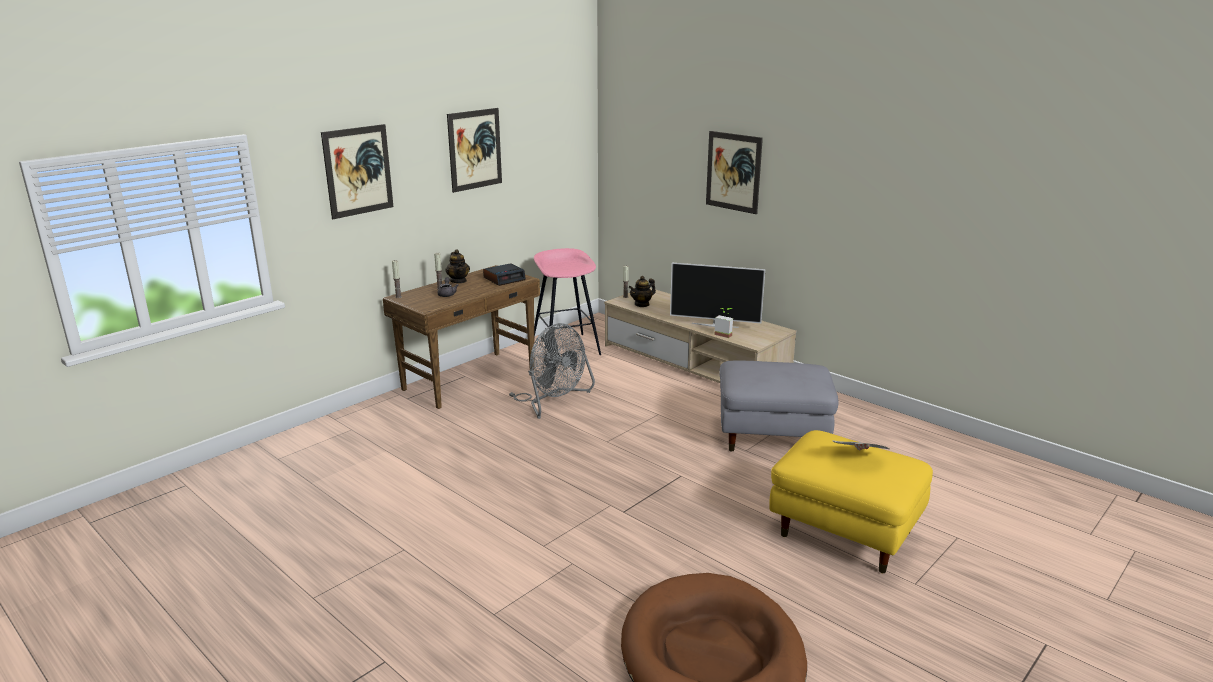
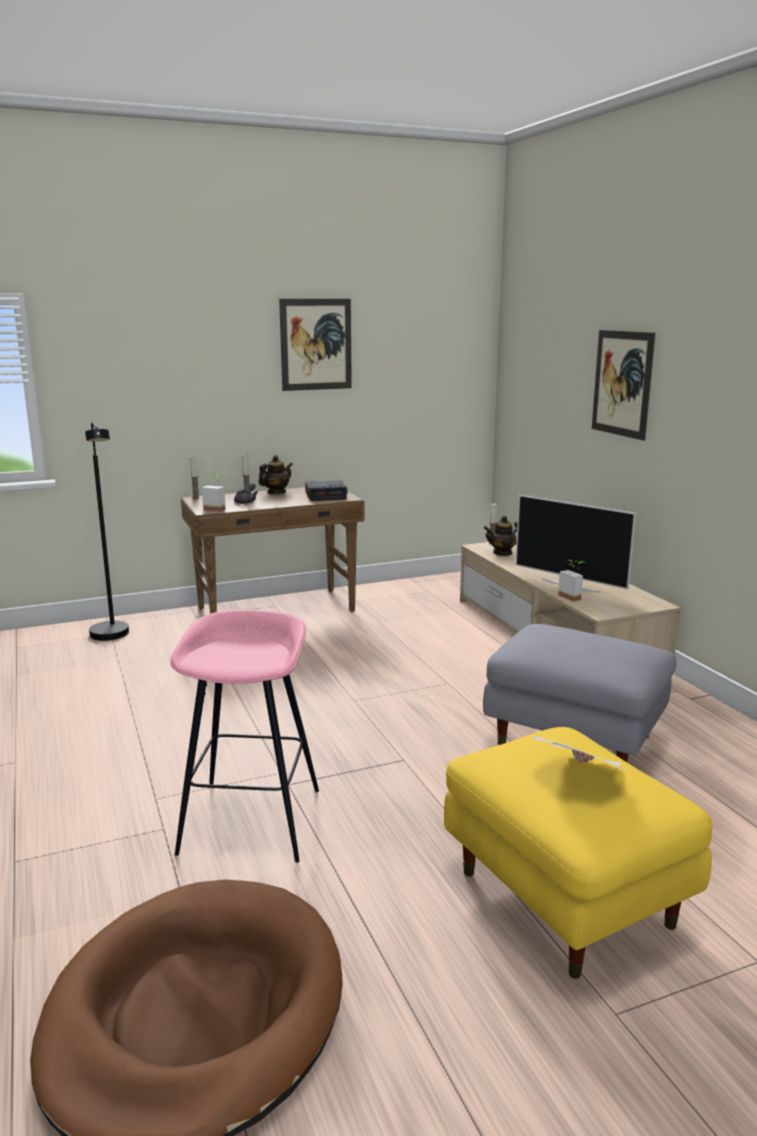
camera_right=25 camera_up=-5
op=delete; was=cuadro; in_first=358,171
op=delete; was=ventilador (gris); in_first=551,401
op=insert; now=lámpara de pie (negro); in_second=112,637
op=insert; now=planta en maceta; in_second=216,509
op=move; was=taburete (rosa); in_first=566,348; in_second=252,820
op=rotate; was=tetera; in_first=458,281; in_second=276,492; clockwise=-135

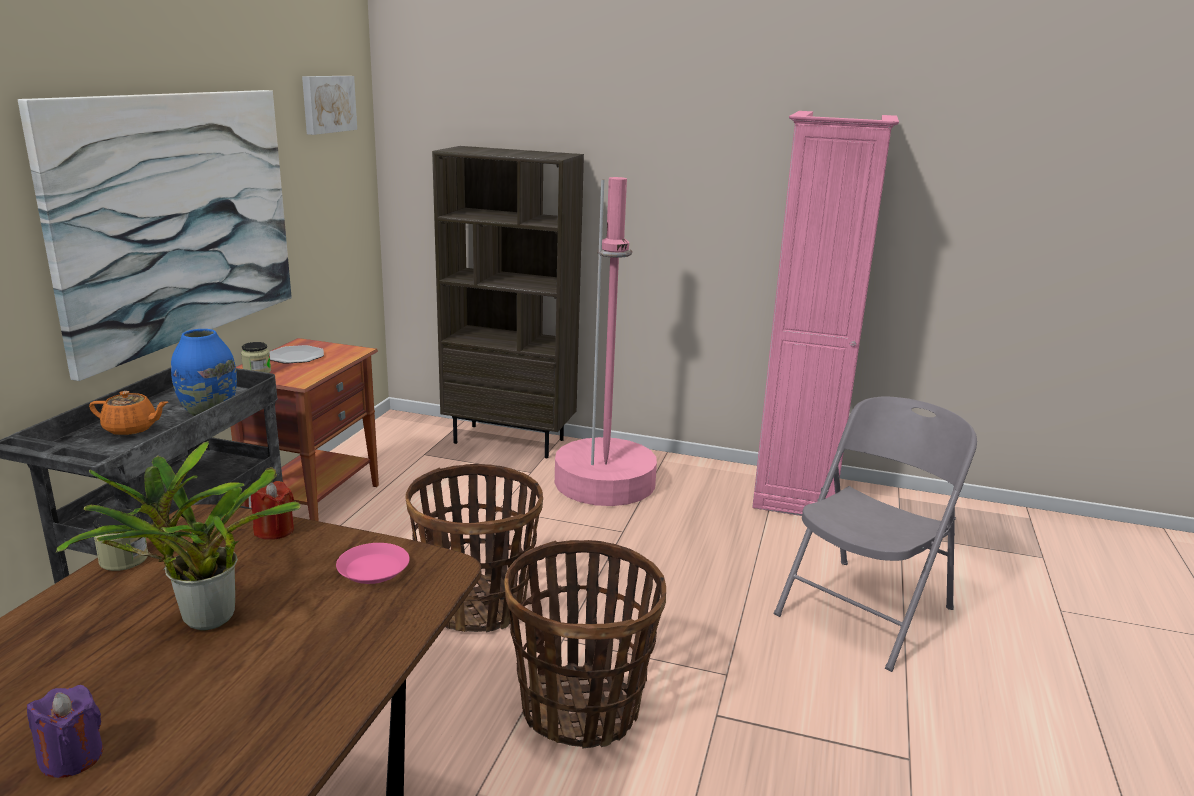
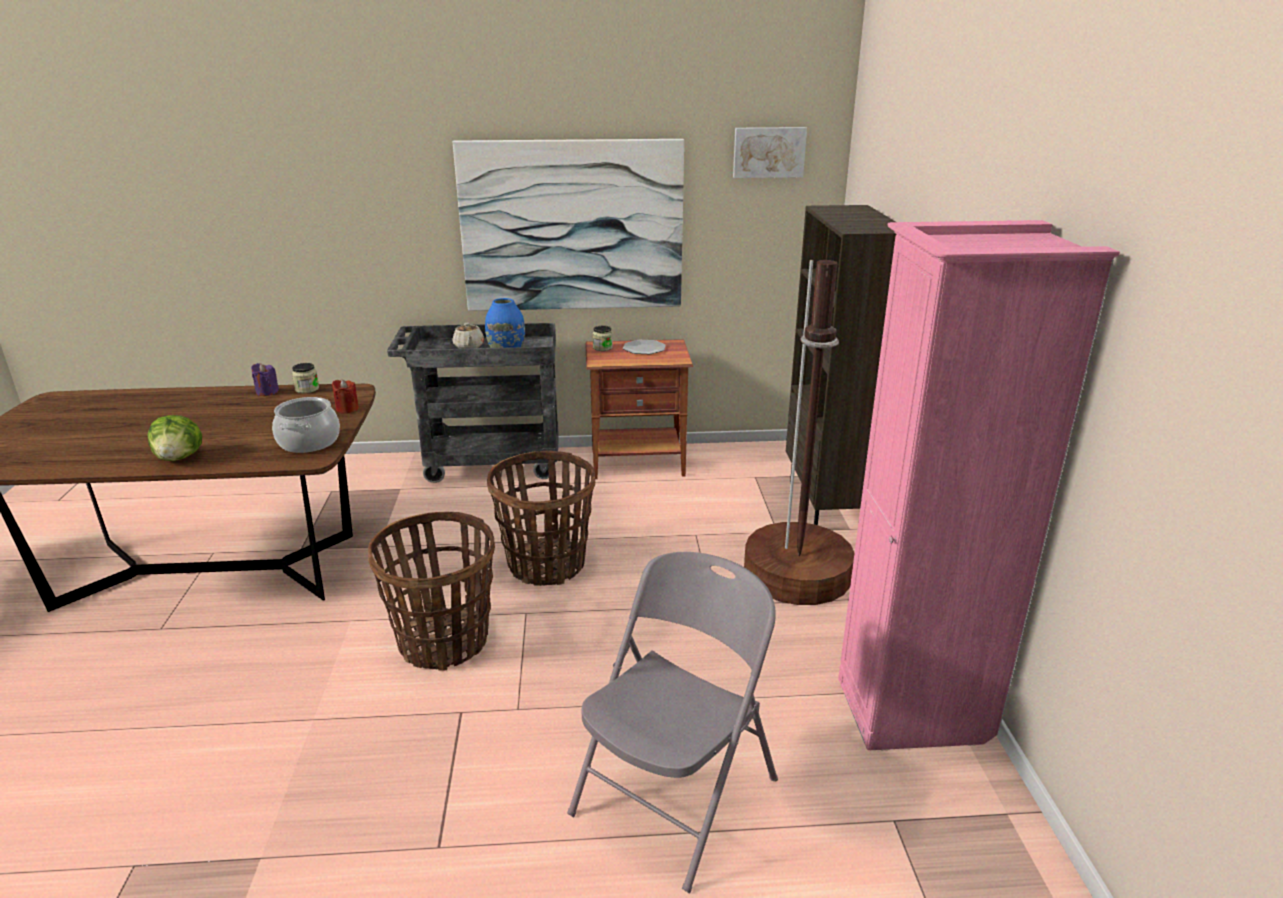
camera_right=70 camera_up=5
op=delete; was=planta en maceta; in_first=201,619
op=insert; now=lechuga; in_second=180,458
op=move; was=vela (morado); in_first=72,757; in_second=267,392
op=replace; was=plato (rosa); now=olla; in_first=373,569; in_second=308,442
op=recolor; was=tetera (naranja); now=tetera (beis); in_first=132,429; in_second=469,347
op=recolor; was=lámpara de pie (rosa); now=lámpara de pie (marrón); in_first=605,483; in_second=797,574
op=rotate; was=silla (gris); in_first=865,612; in_second=675,796; clockwise=-75

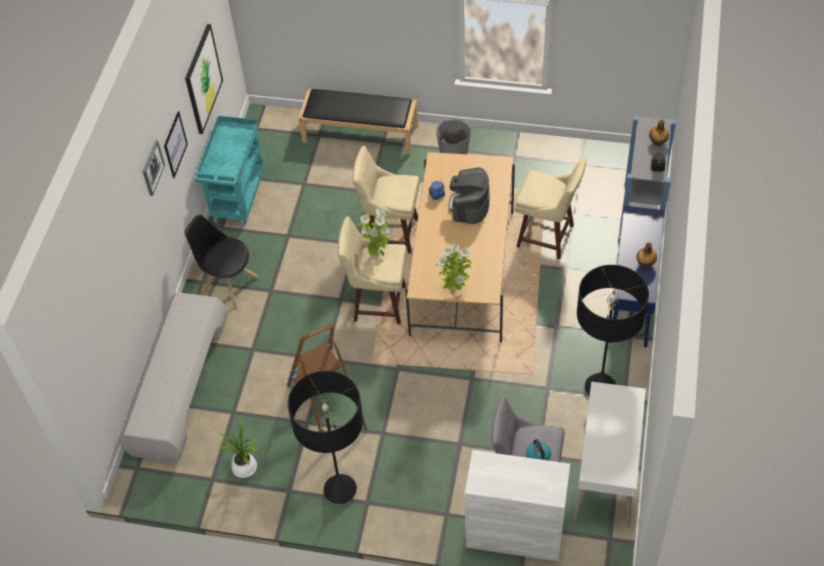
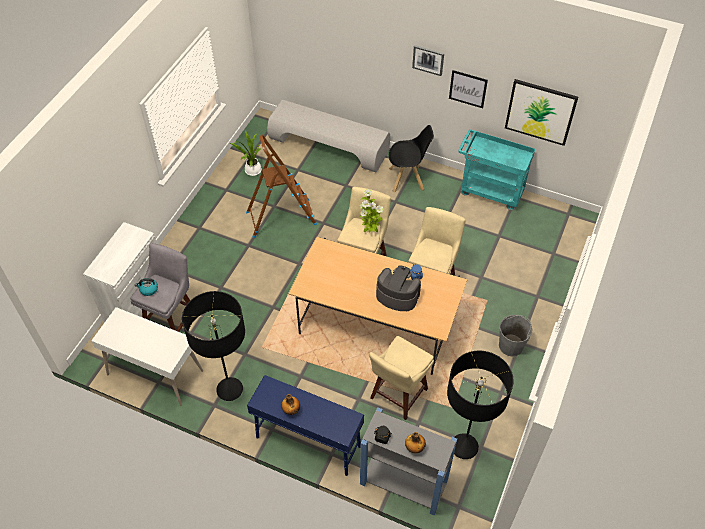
camera_right=100 camera_up=0
op=delete; was=banco (negro); in_first=361,133
op=delete; was=planta en maceta; in_first=455,290
op=move; was=lámpara de pie (negro); in_first=340,491; in_second=464,448
op=rotate; was=silla (negro); in_first=228,285; in_second=407,179; clockwise=45

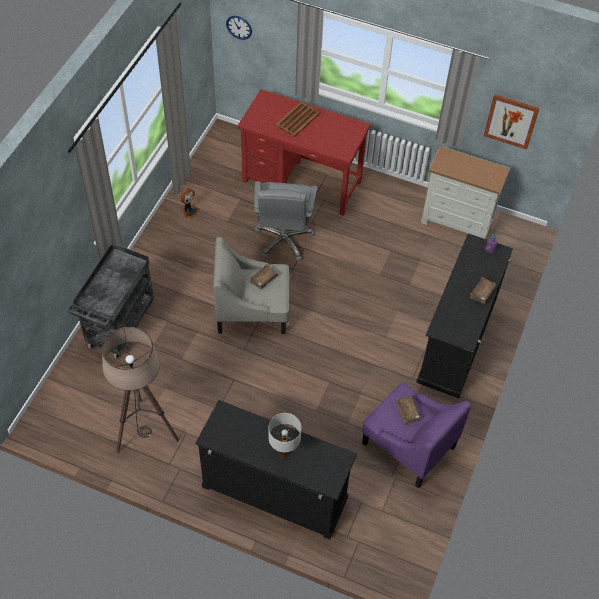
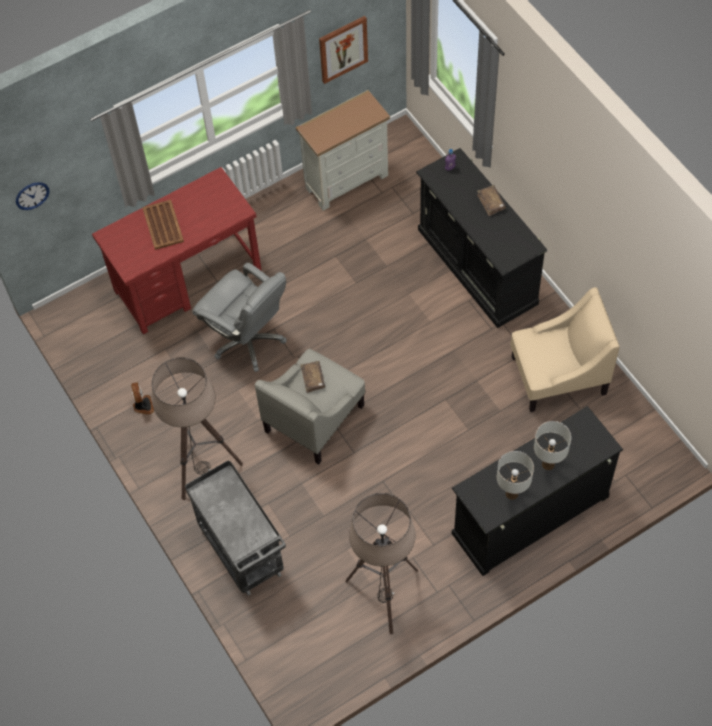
camera_right=-50 camera_up=5
op=delete; was=libro (marrón); in_first=407,411
op=insert; now=lámpara de pie; in_second=202,466
op=insert; now=lámpara de mesa (blanco); in_second=511,494
op=recolor; was=sillón (morado); now=sillón (beis); in_first=407,446; in_second=558,376

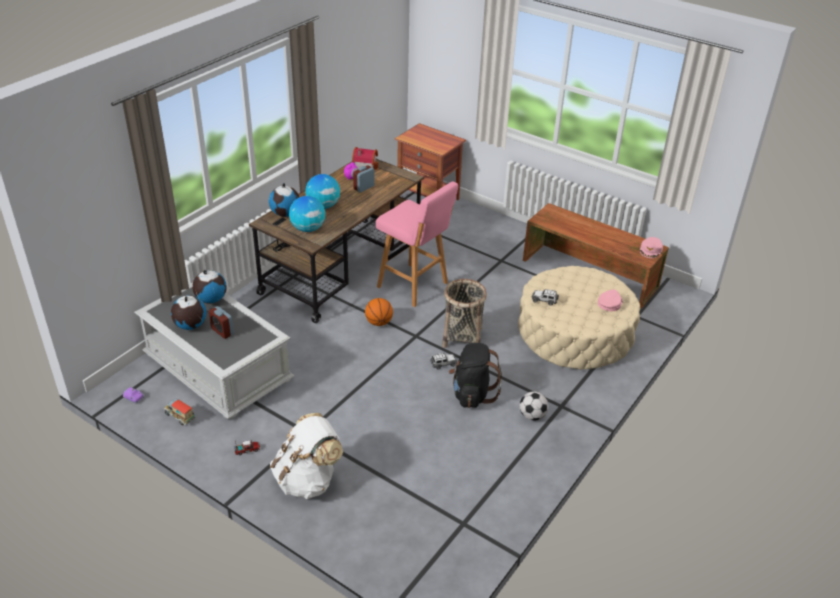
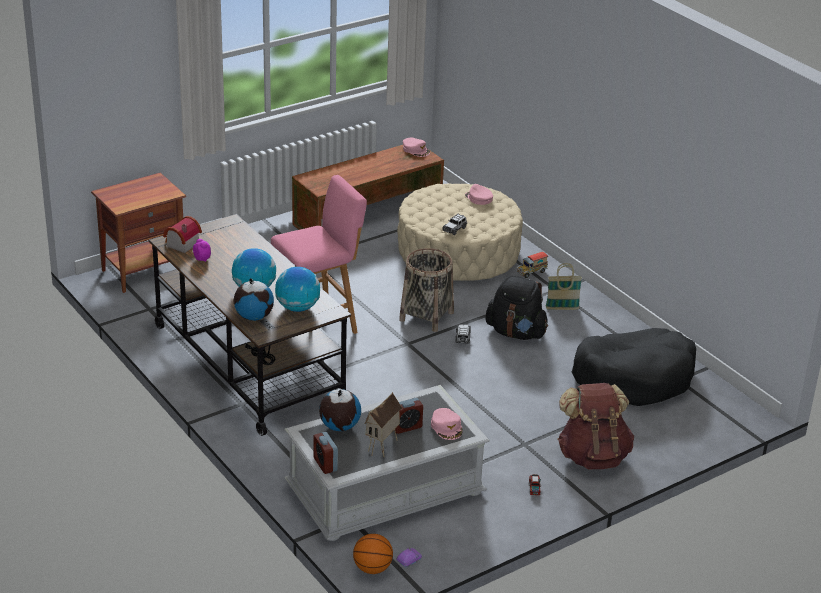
camera_right=-70 camera_up=-5
op=insert; now=gorra (rosa); in_second=447,427
op=insert; now=cama para perro (negro); in_second=634,378
op=move; was=camión de juguete; in_first=180,417; in_second=531,272
op=move; was=despertador; in_first=364,187; in_second=325,464
op=move; was=balón de baloncesto; in_first=379,322; in_second=372,568
op=replace; was=globo terráqueo; now=casita; in_first=190,326; in_second=383,448
op=replace; was=balón de fútbol; now=cesta; in_first=532,416; in_second=562,308
op=recolor; was=mochila (blanco); now=mochila (marrón); in_first=308,480; in_second=593,456

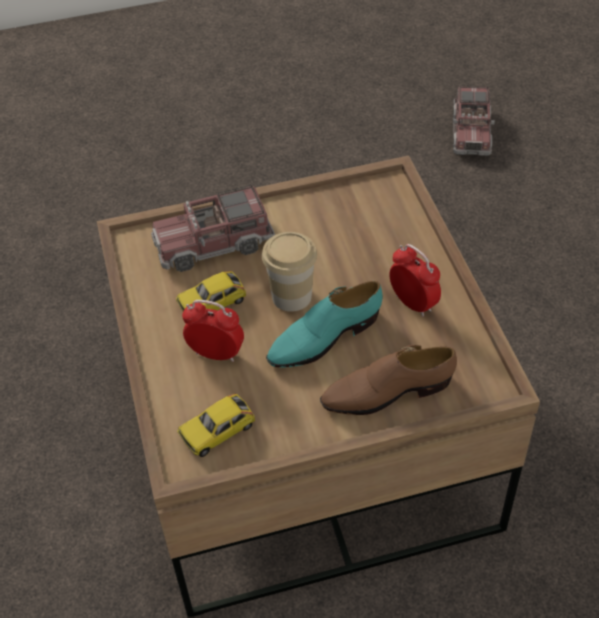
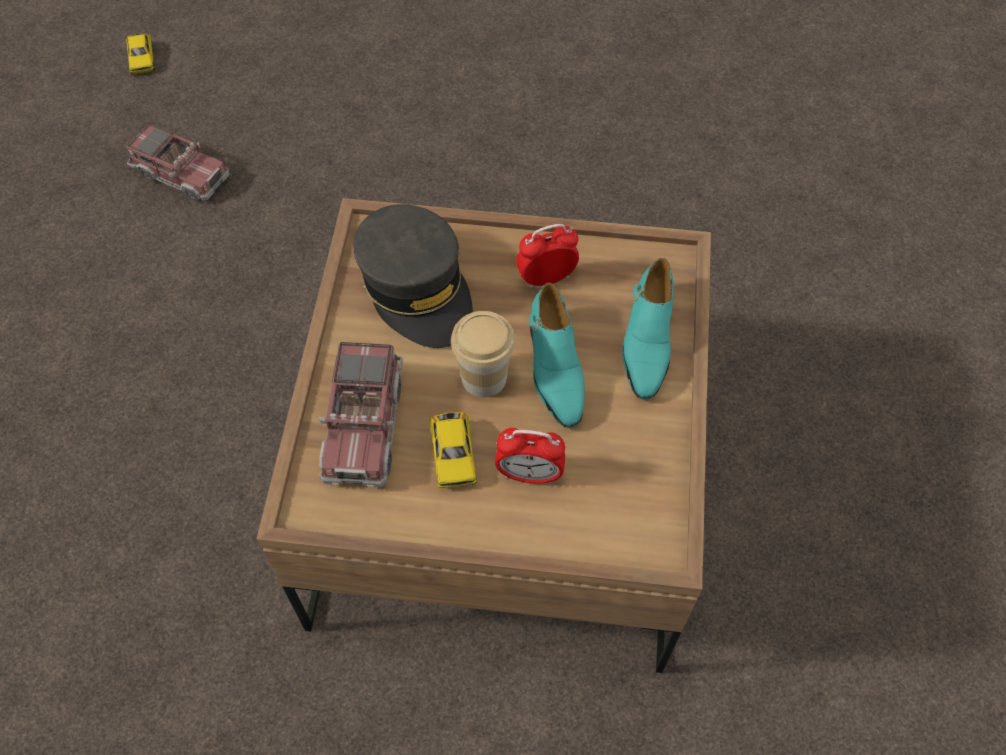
camera_right=-70 camera_up=10
op=insert; now=gorra (gris); in_second=417,288
op=move; was=coche de juguete; in_first=217,430; in_second=142,59
op=recolor; was=zapato (marrón); now=zapato (turquesa); in_first=386,392; in_second=646,342
op=rotate; was=despertador; in_first=216,353; in_second=529,474; clockwise=-120

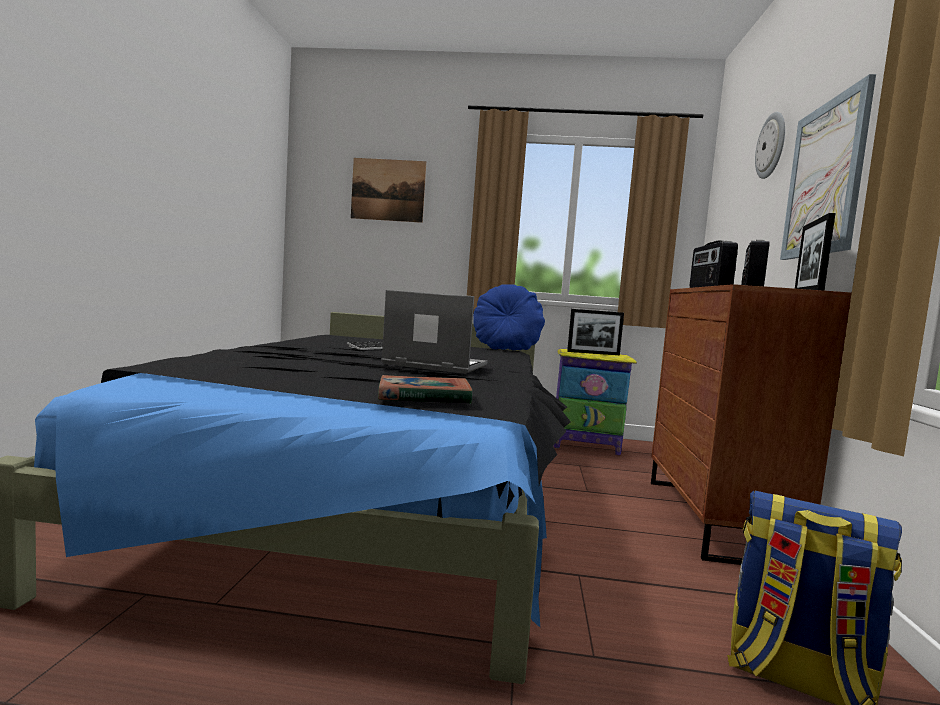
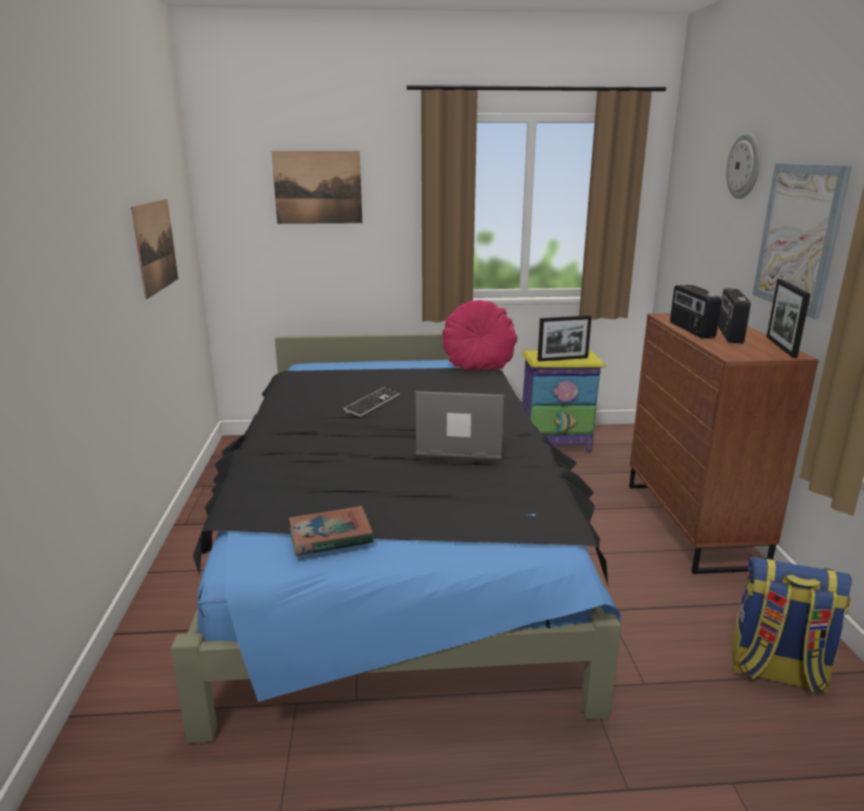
camera_right=-10 camera_up=15
op=insert; now=cuadro; in_second=155,246
op=move; was=libro; in_first=424,397; in_second=330,536
op=recolor; was=cojín (azul); now=cojín (rosa); in_first=506,349; in_second=478,368

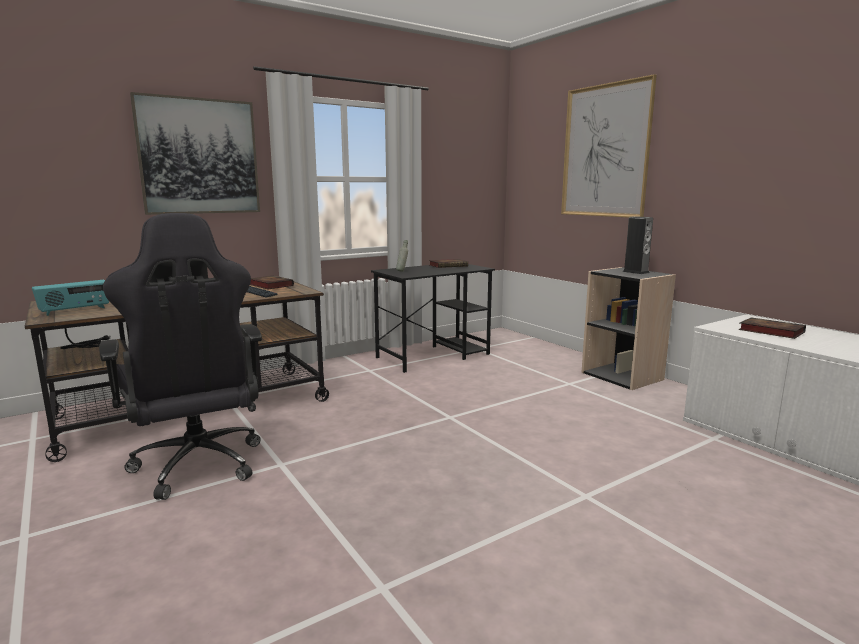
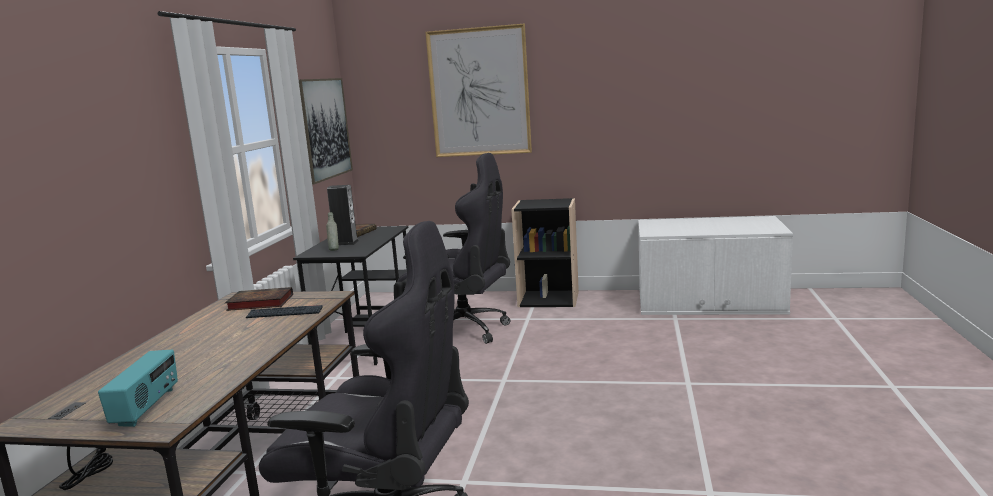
camera_right=-45 camera_up=0
op=delete; was=libro; in_first=769,331
op=insert; now=silla de oficina (negro); in_second=459,330
op=move; was=cuadro; in_first=199,157; in_second=324,128
op=move; was=altavoz; in_first=635,272; in_second=345,243

